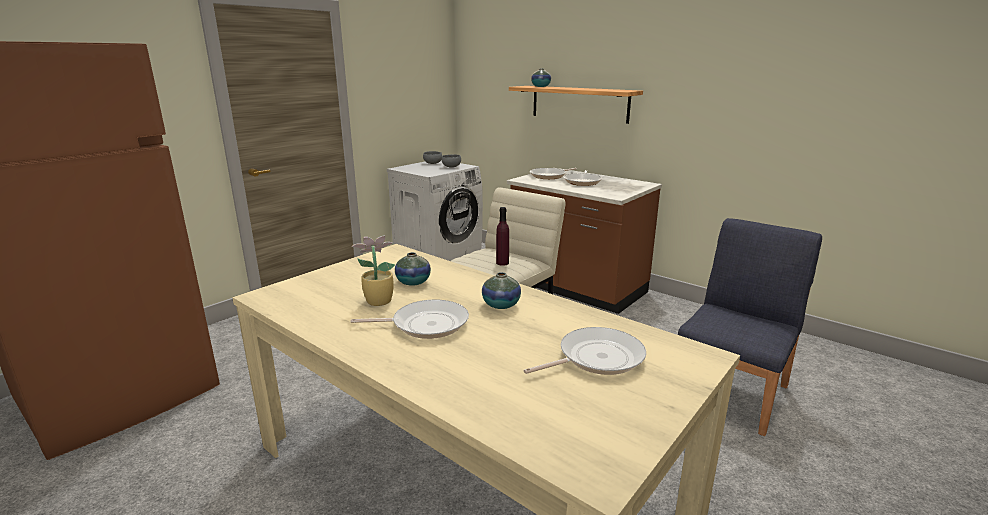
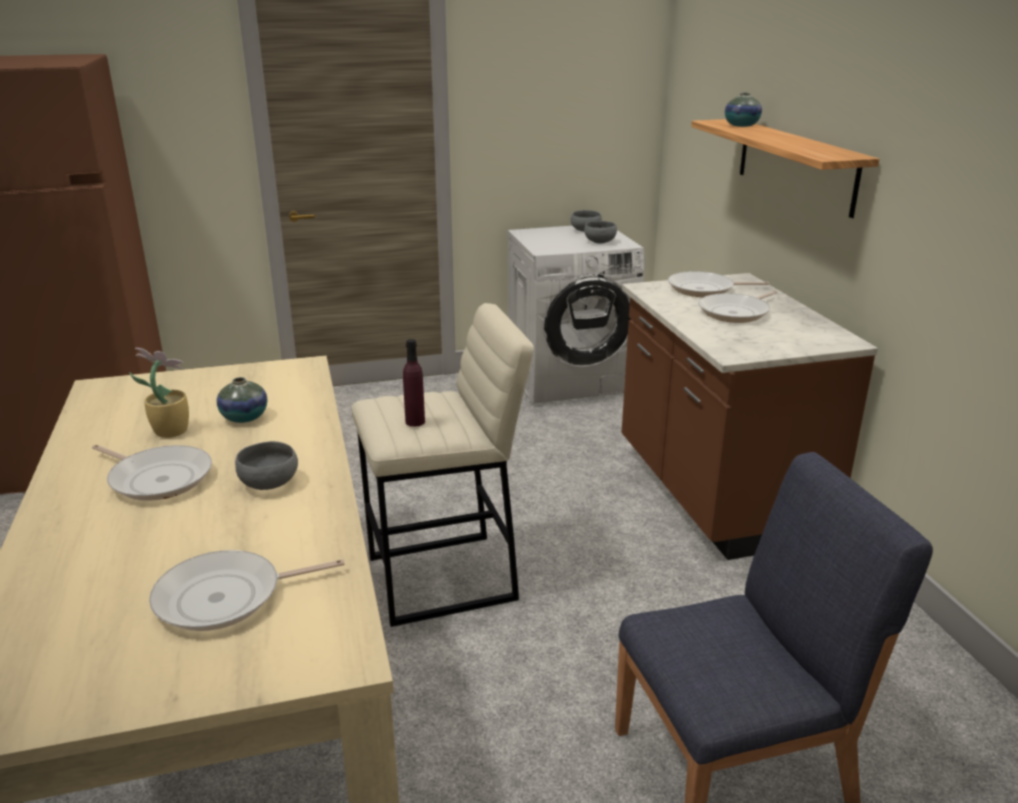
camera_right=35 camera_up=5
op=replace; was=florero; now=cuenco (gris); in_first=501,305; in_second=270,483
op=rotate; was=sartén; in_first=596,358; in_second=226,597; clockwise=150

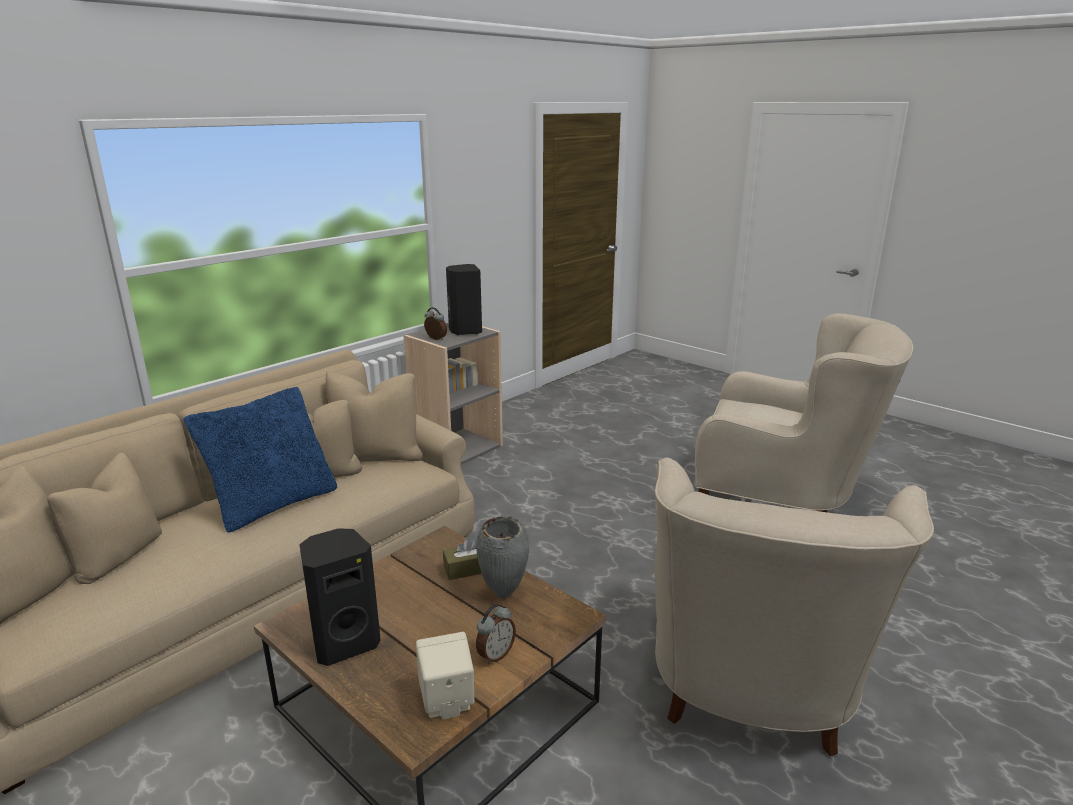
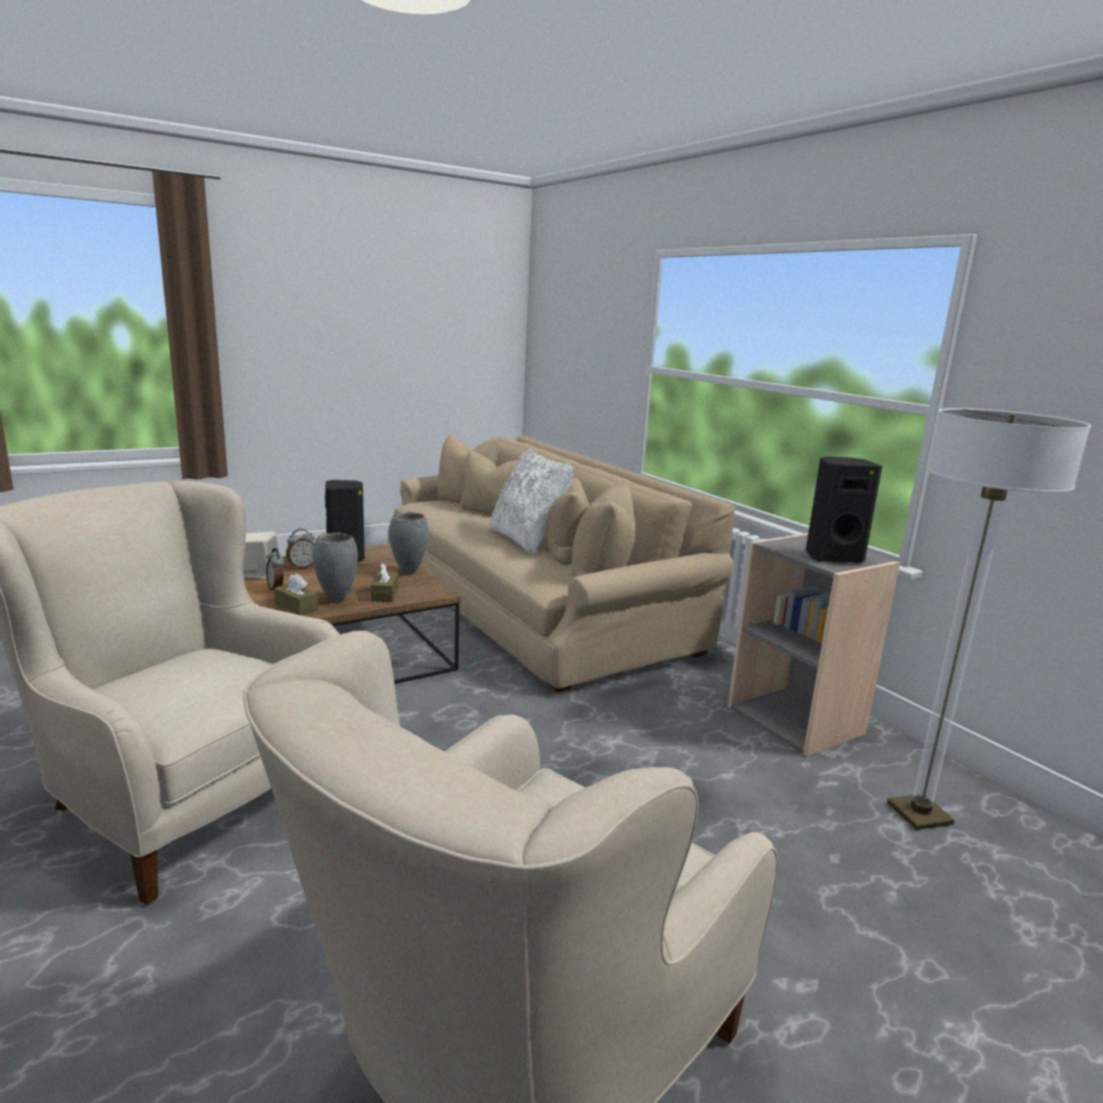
camera_right=105 camera_up=-5
op=insert; now=caja de pañuelos (marrón); in_second=296,607
op=insert; now=florero (gris); in_second=408,573
op=insert; now=lámpara de pie; in_second=919,814
op=move; was=despertador; in_first=435,339; in_second=302,567
op=recolor; was=cojín (azul); now=cojín (blanco); in_first=273,501; in_second=527,539

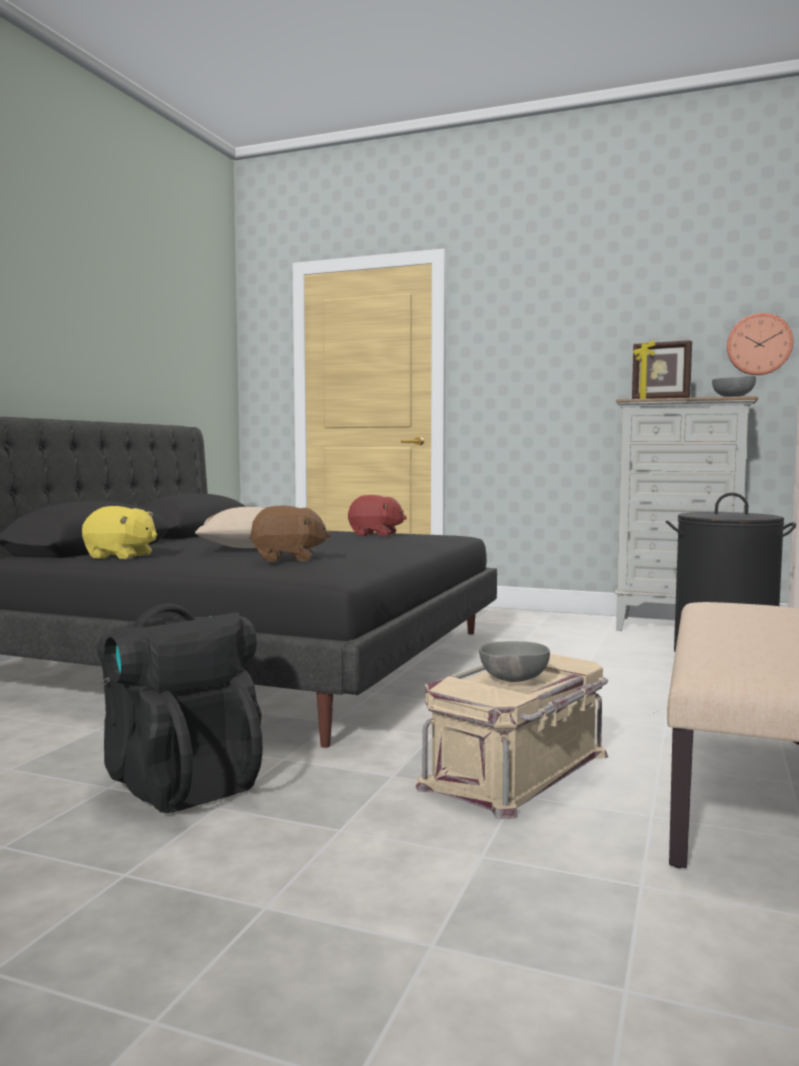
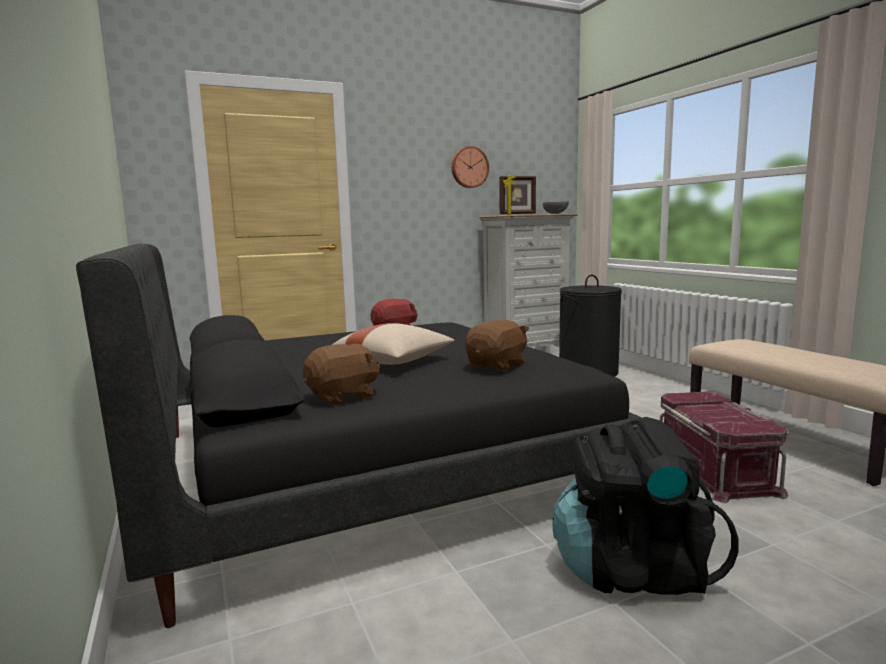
camera_right=-45 camera_up=5
op=delete; was=cuenco (gris); in_first=512,680
op=move; was=reloj de pared; in_first=759,344; in_second=469,167
op=recolor; was=peluche (amarillo); now=peluche (marrón); in_first=121,556; in_second=343,397
op=recolor; was=caja de almacenaje (beis); now=caja de almacenaje (rojo); in_first=518,771; in_second=716,470

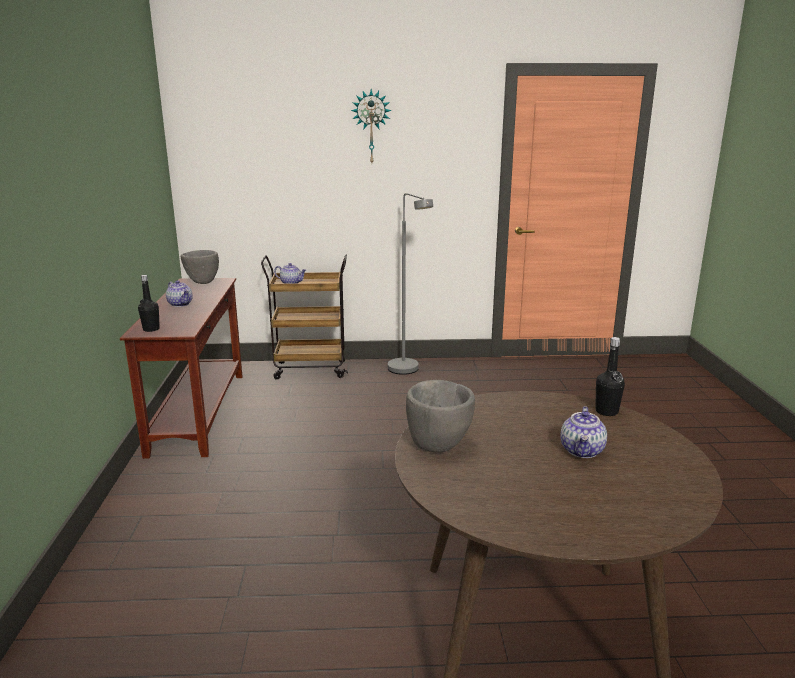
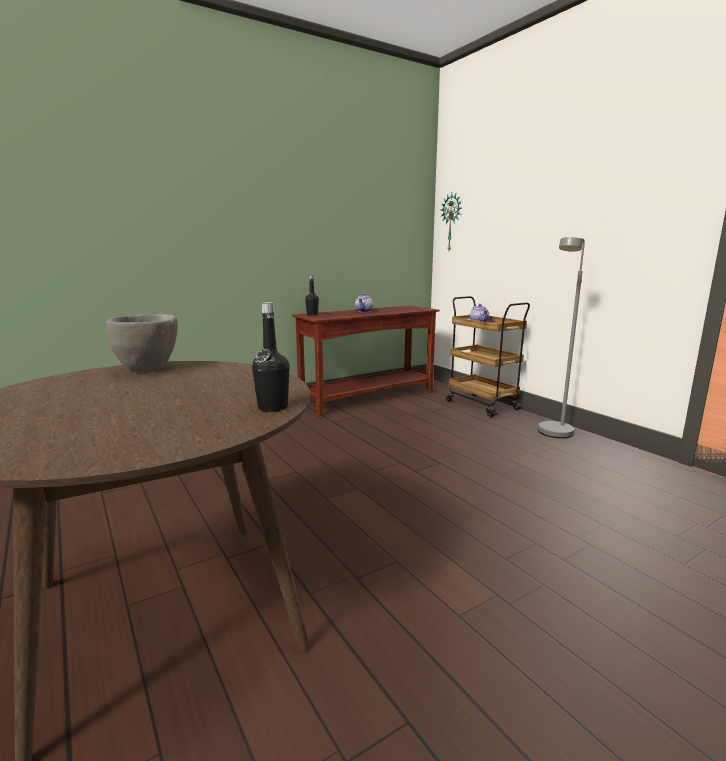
camera_right=60 camera_up=-5
op=delete; was=cuenco (gris); in_first=202,282
op=delete; was=tetera; in_first=582,451
op=move; was=reloj de pared; in_first=371,127; in_second=452,222

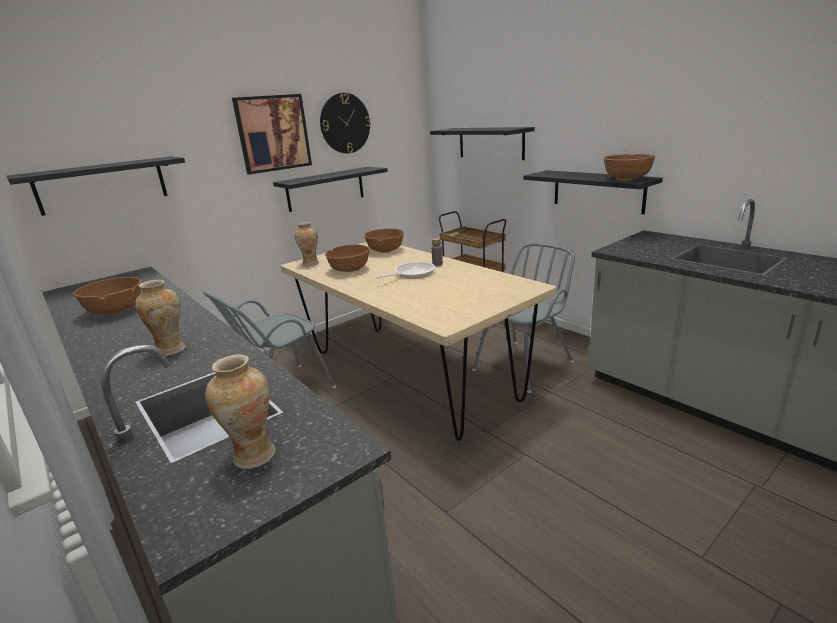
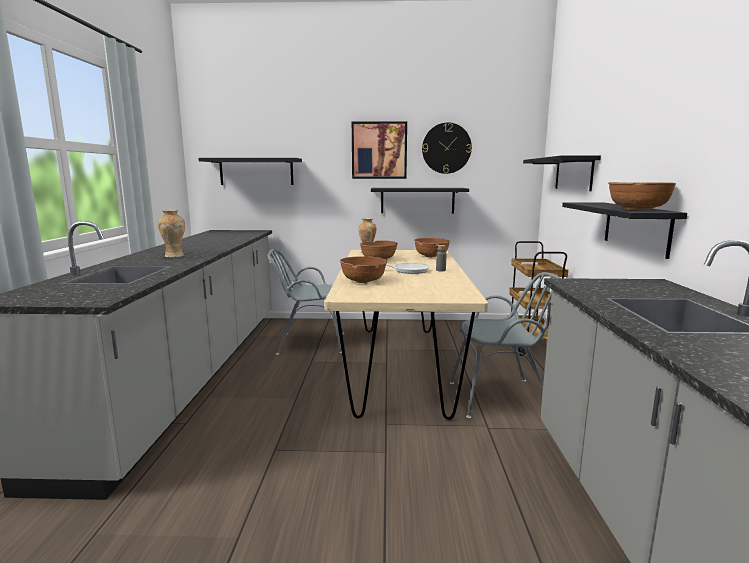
camera_right=40 camera_up=-10
op=delete; was=florero; in_first=253,455
op=move; was=cuenco (marrón); in_first=116,311; in_second=363,281

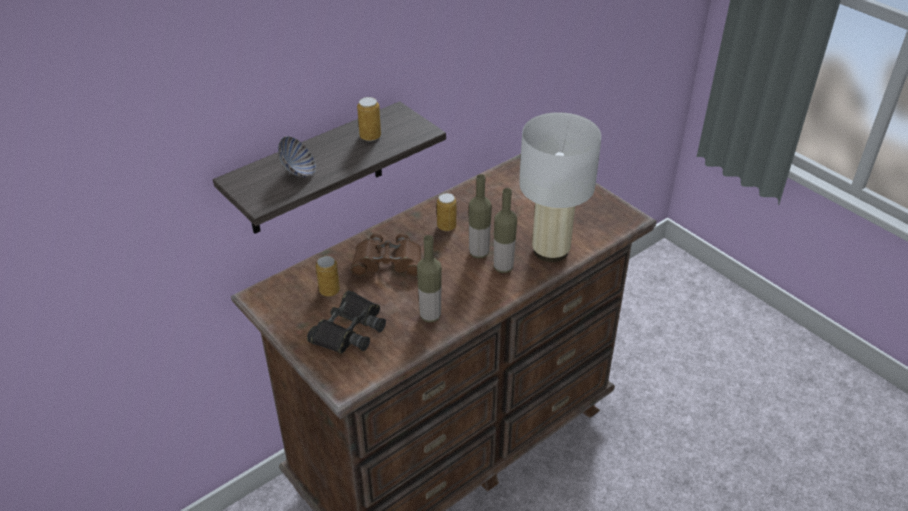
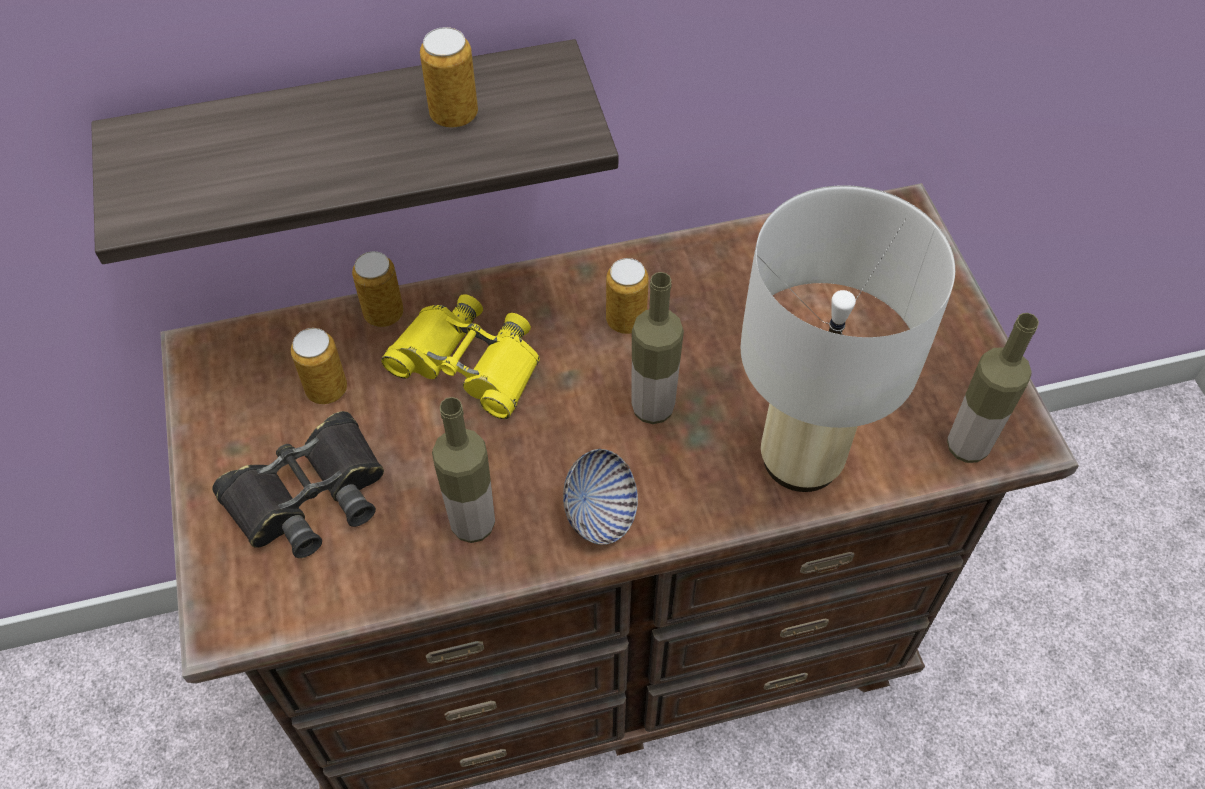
camera_right=25 camera_up=15
op=insert; now=lata; in_second=384,314
op=move; was=cuenco; in_first=298,171; in_second=600,514
op=move; was=botella; in_first=503,267; in_second=967,446
op=recolor; was=prismáticos (marrón); now=prismáticos (amarillo); in_first=388,262; in_second=468,364

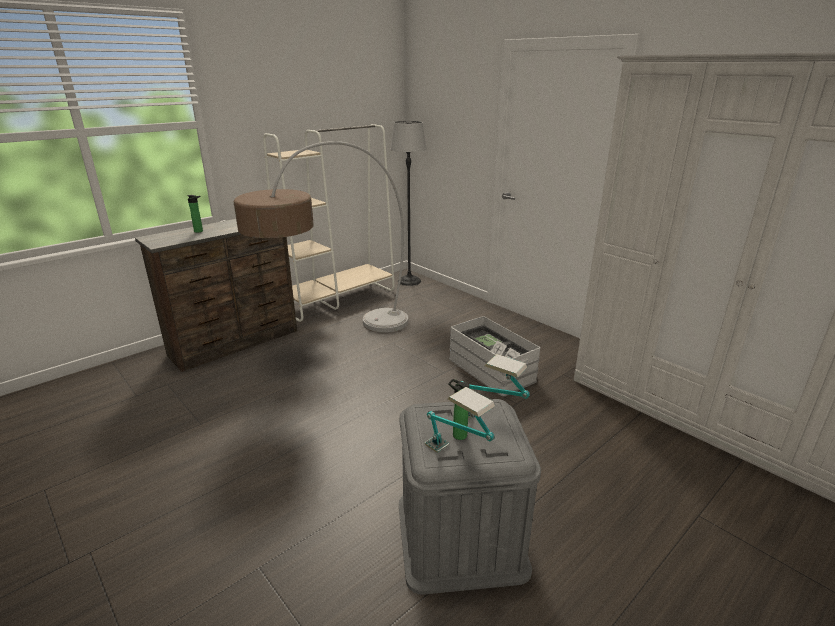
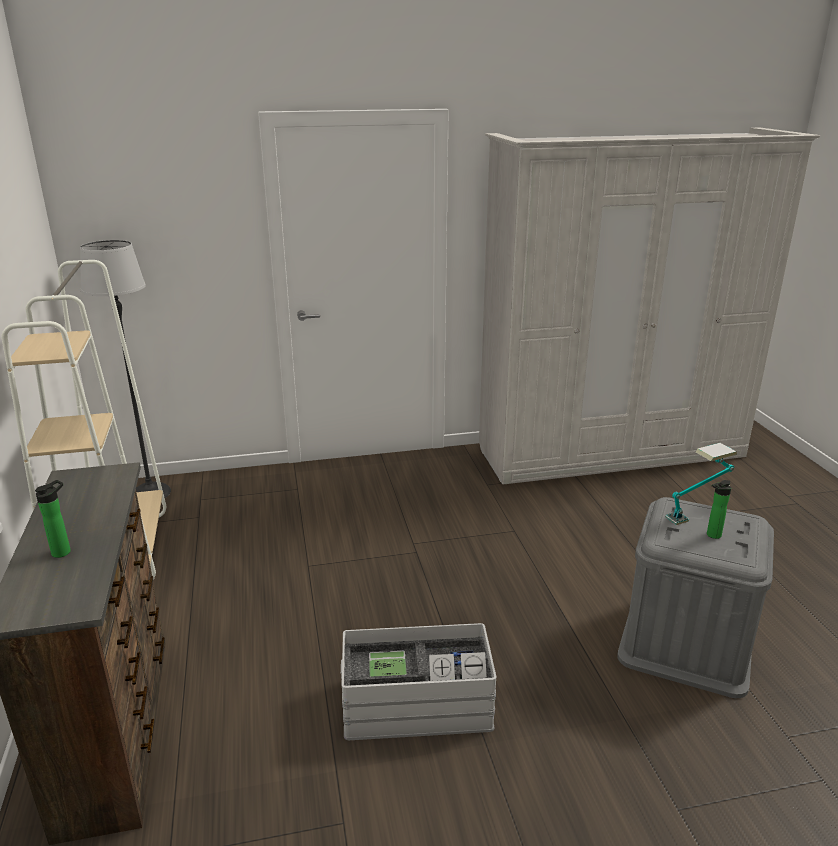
camera_right=-60 camera_up=0
op=delete; was=lámpara de pie; in_first=334,343
op=delete; was=lámpara de mesa; in_first=458,459
op=move; was=caja de almacenaje (gris); in_first=492,369; in_second=417,702

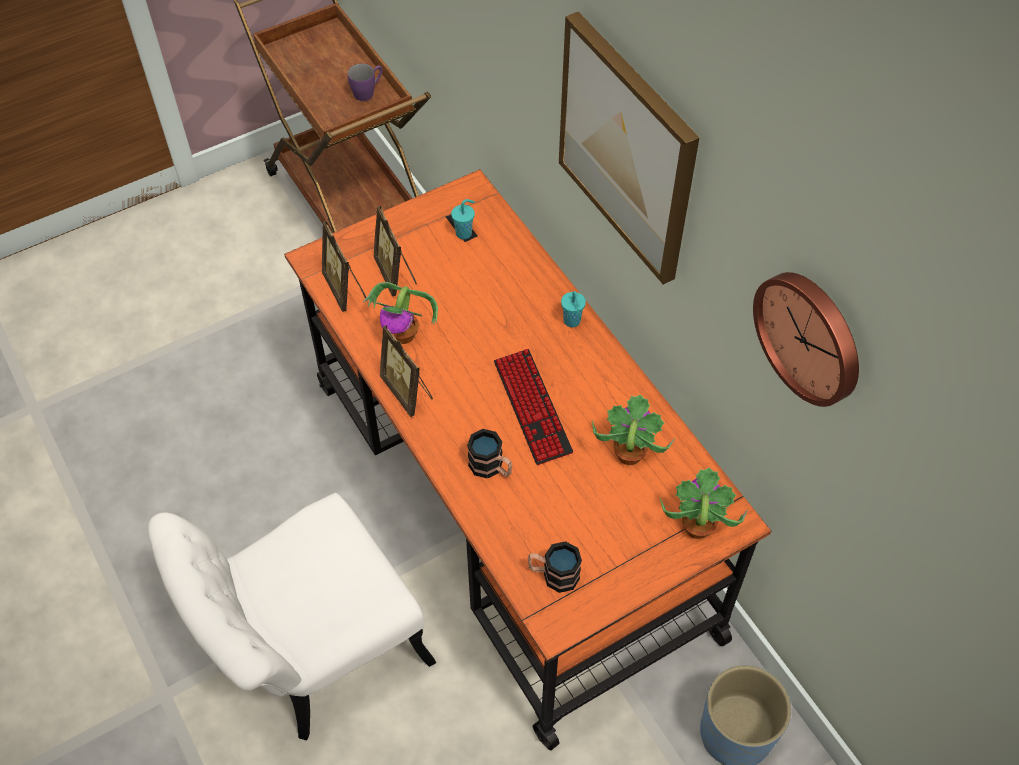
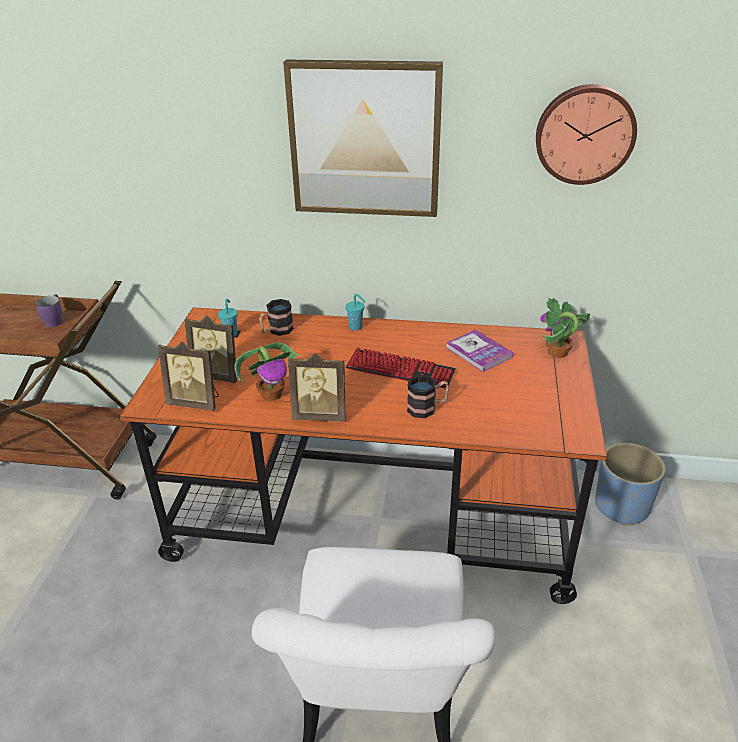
camera_right=-50 camera_up=-20
op=move; was=taza grande; in_first=553,575; in_second=276,331
op=replace; was=planta en maceta; now=libro; in_first=628,455; in_second=478,352

